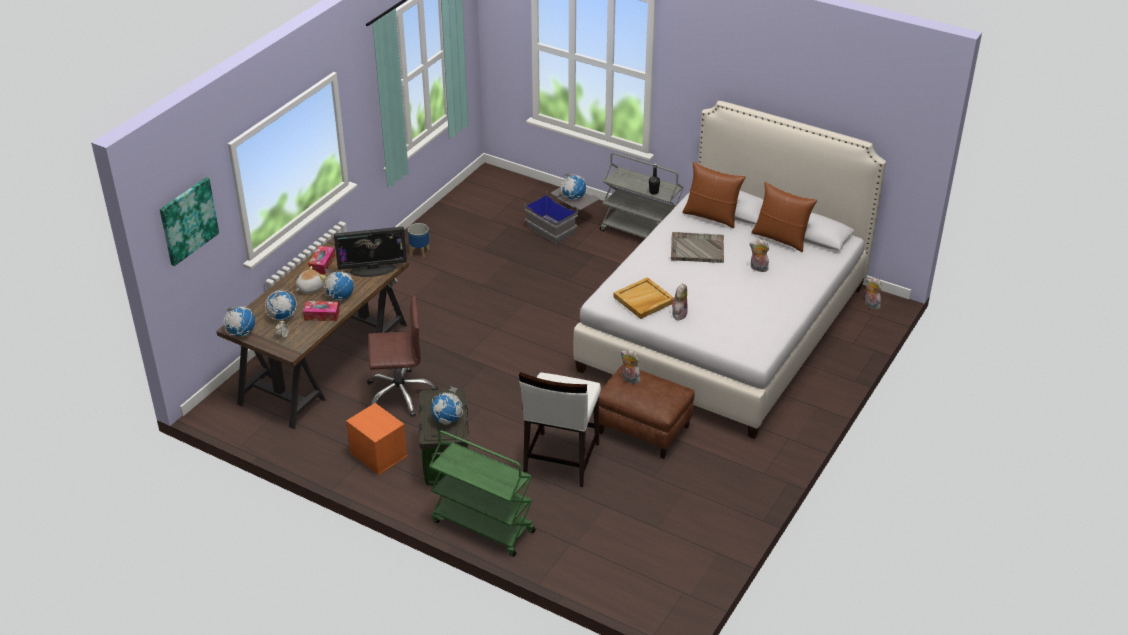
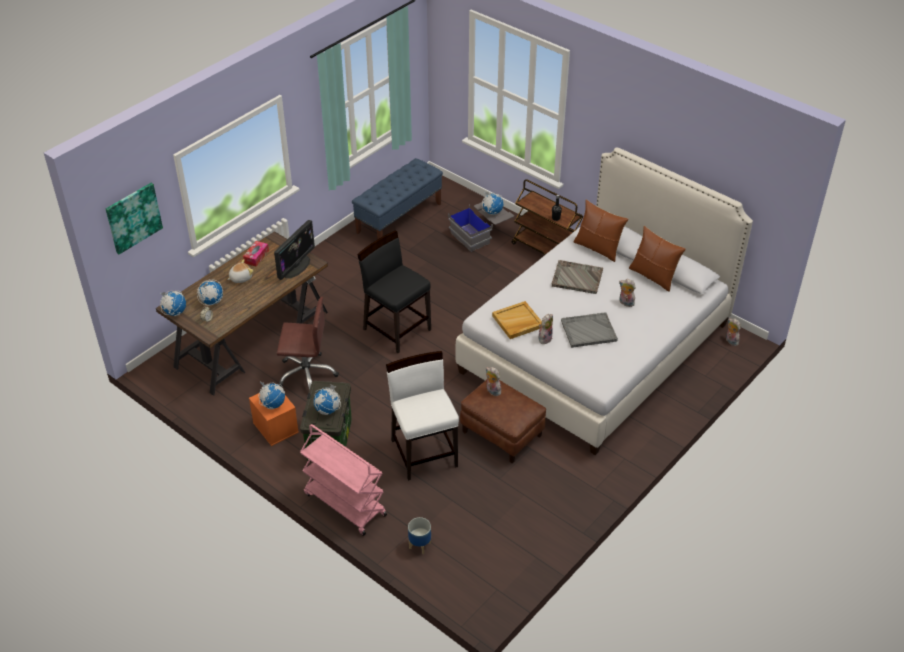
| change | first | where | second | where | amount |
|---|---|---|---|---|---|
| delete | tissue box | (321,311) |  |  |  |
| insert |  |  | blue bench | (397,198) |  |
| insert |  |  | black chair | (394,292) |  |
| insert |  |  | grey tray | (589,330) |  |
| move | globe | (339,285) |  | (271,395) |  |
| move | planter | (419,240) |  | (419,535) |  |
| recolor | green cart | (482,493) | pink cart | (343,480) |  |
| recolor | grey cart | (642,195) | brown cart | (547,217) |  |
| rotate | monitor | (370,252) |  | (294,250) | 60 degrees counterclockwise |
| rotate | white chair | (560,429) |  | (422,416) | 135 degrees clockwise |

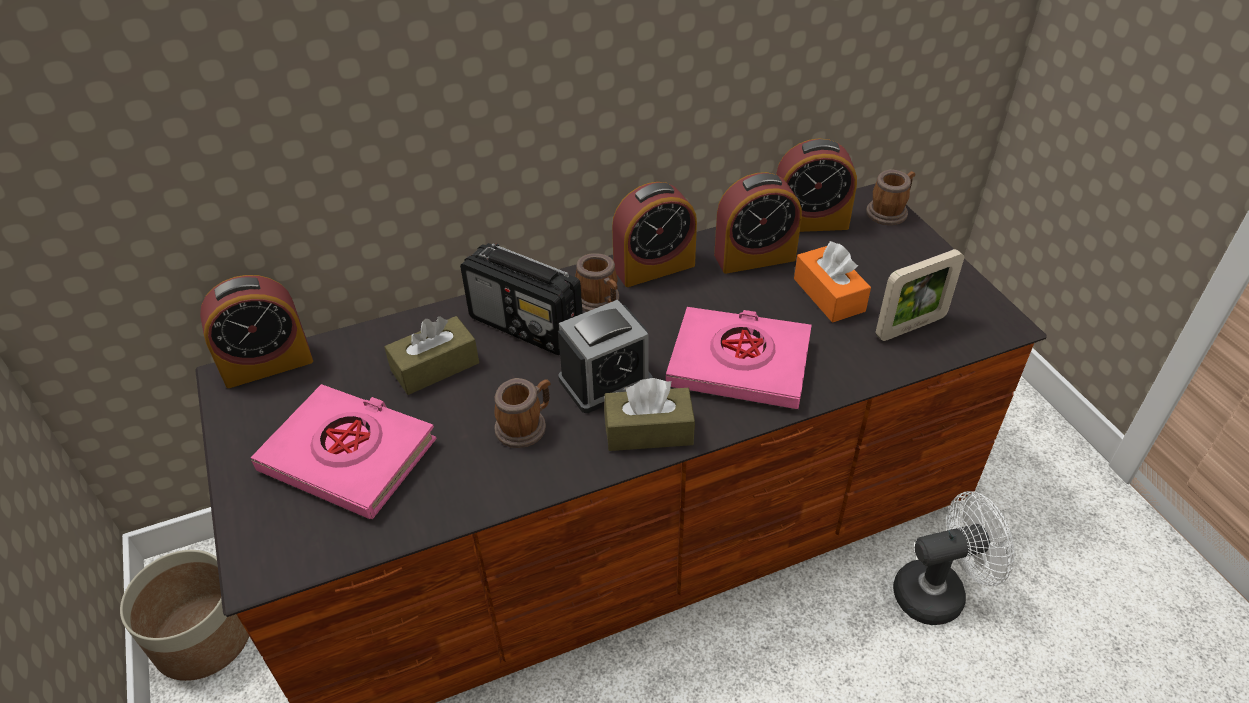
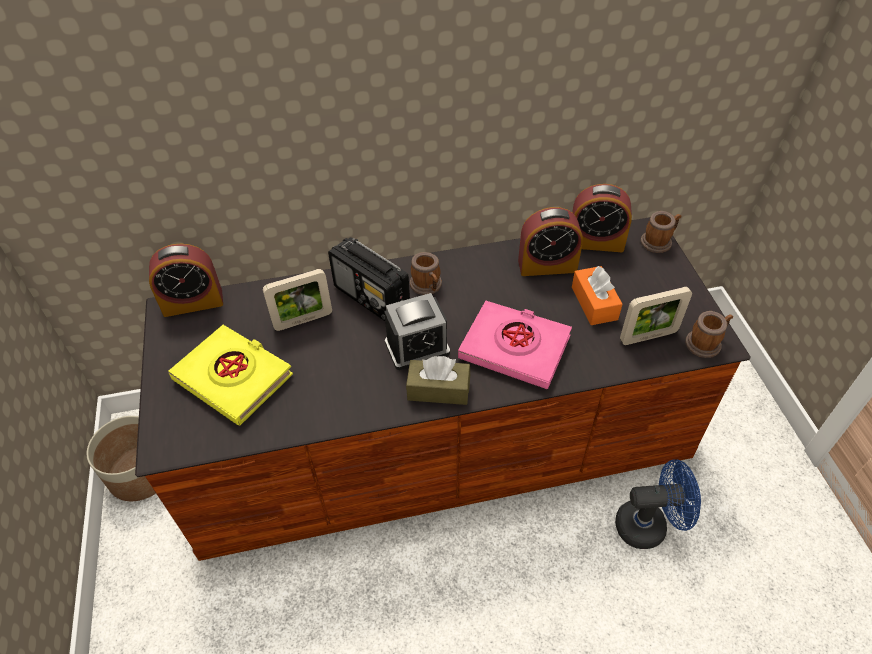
| change | first | where | second | where | amount |
|---|---|---|---|---|---|
| delete | alarm clock | (654,234) |  |  |  |
| move | mug | (522,413) |  | (709,334) |  |
| replace | brown tissue box | (431,355) | picture frame | (297,300) |  |
| recolor | pink book | (344,451) | yellow book | (231,375) |  |
| recolor | white fan | (954,558) | blue fan | (658,504) |  |

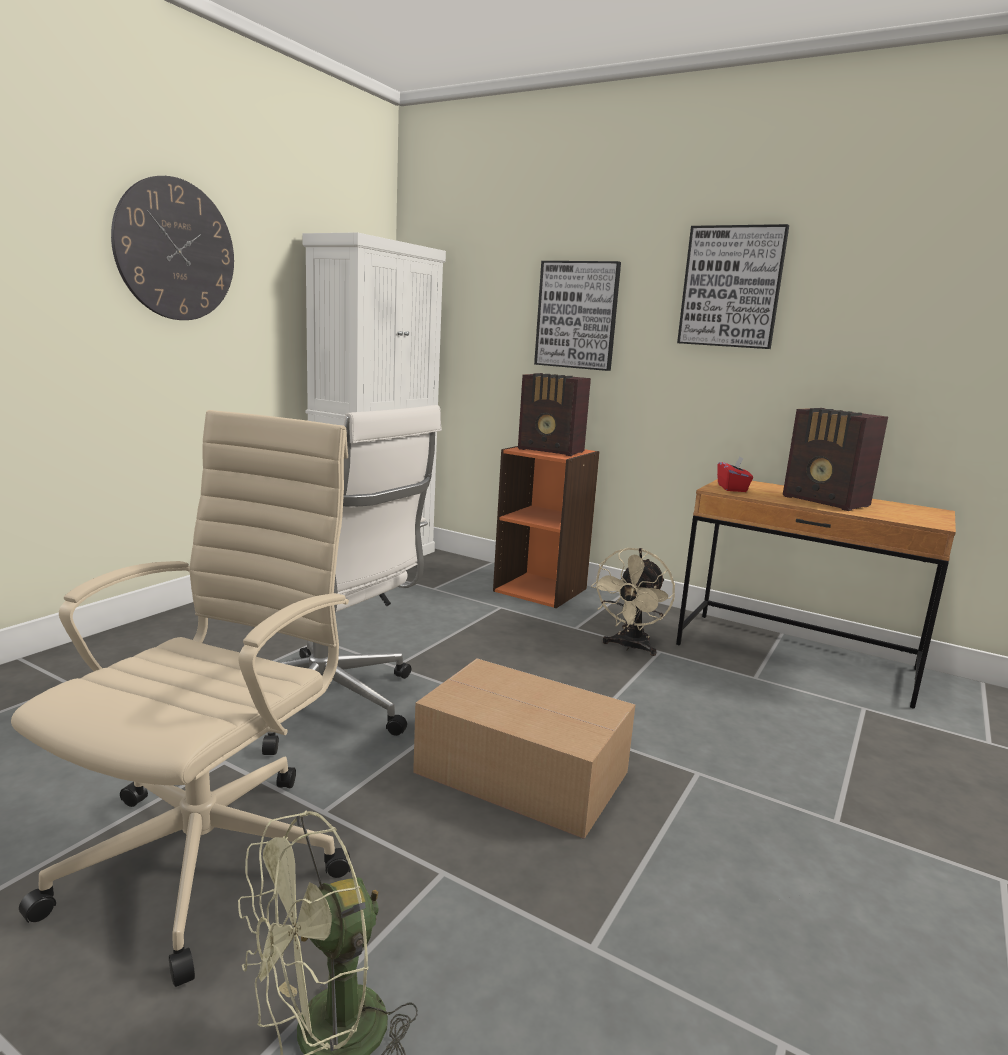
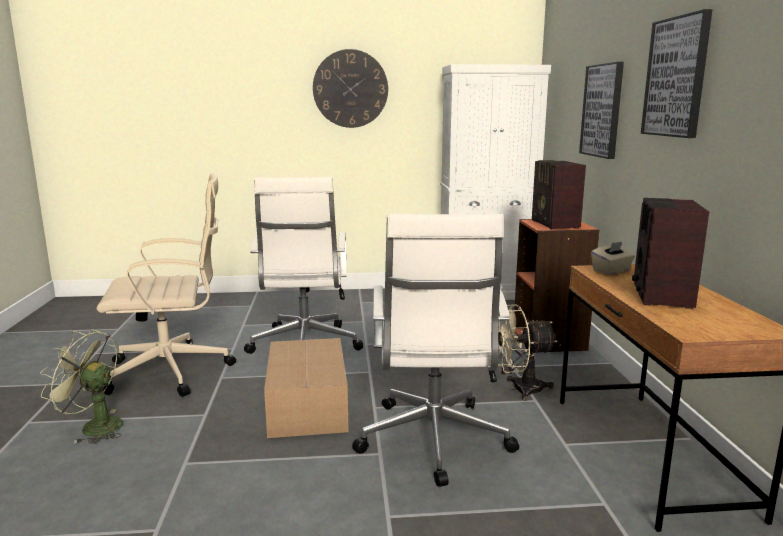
| change | first | where | second | where | amount |
|---|---|---|---|---|---|
| insert |  |  | white office chair | (435,350) |  |
| recolor | red tissue box | (735,474) | beige tissue box | (613,258) |  |

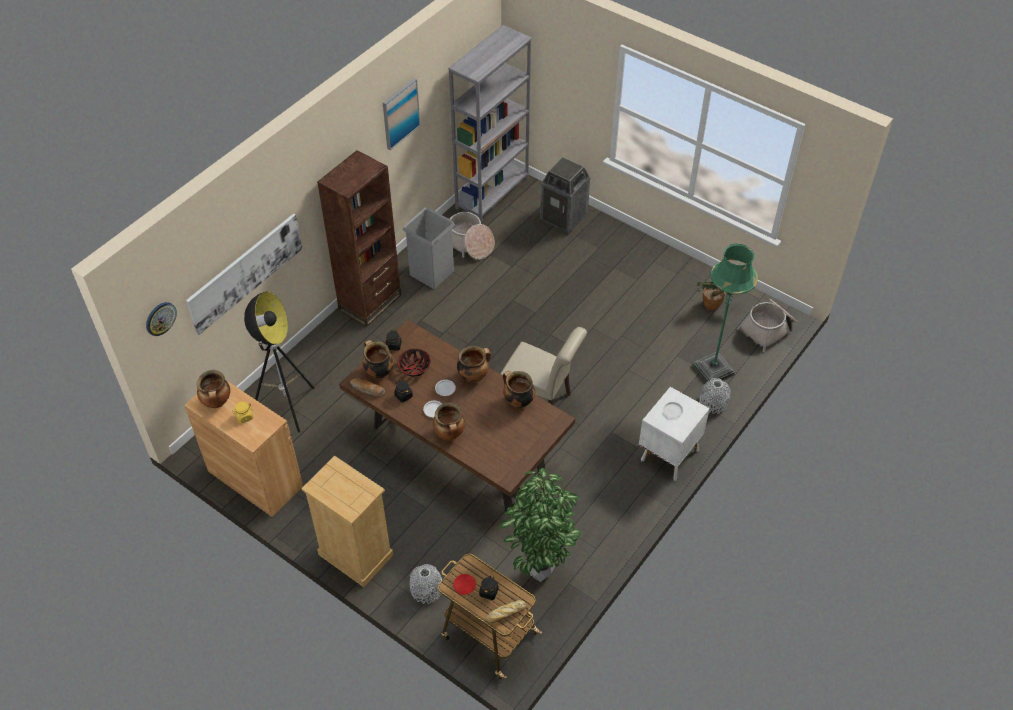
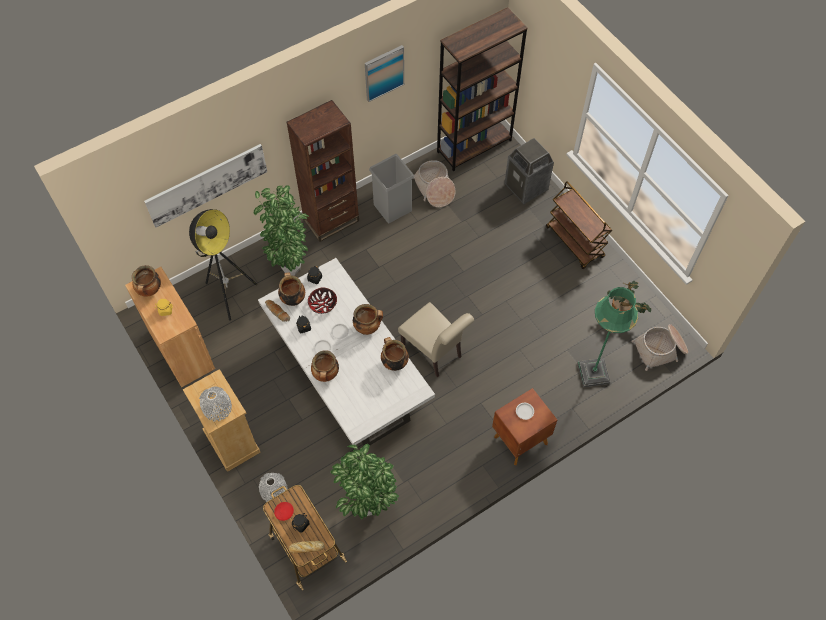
| change | first | where | second | where | amount |
|---|---|---|---|---|---|
| delete | wall clock | (161,319) |  |  |  |
| insert |  |  | potted plant | (281,230) |  |
| insert |  |  | brown cart | (579,225) |  |
| move | grey vase | (715,396) |  | (215,403) |  |
| recolor | brown dining table | (457,417) | white dining table | (346,352) |  |
| recolor | grey bookcase | (490,123) | brown bookcase | (482,89) |  |
| recolor | white nightstand | (674,434) | brown nightstand | (524,426) |  |

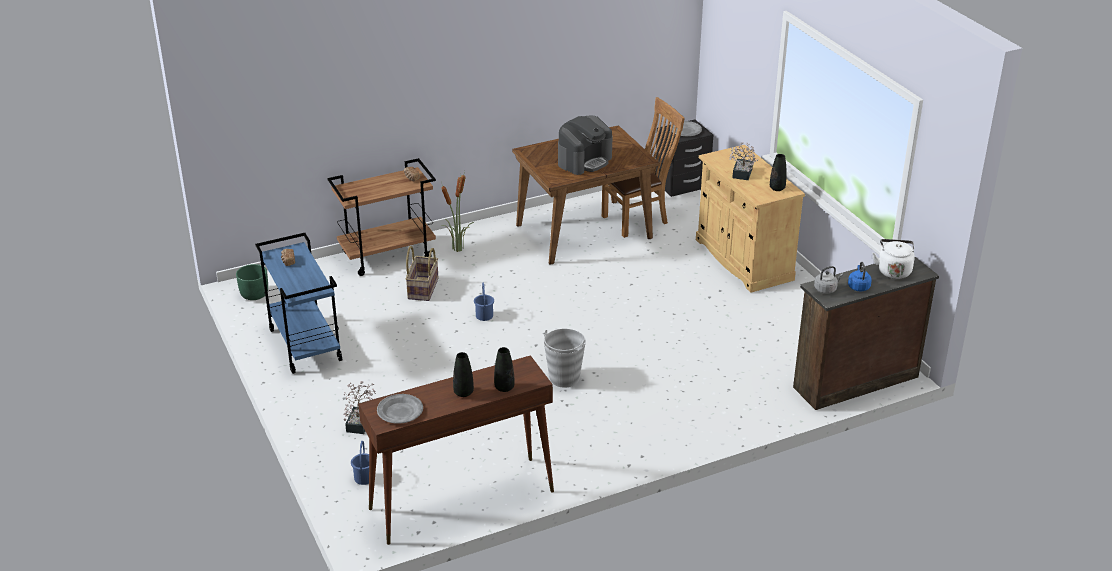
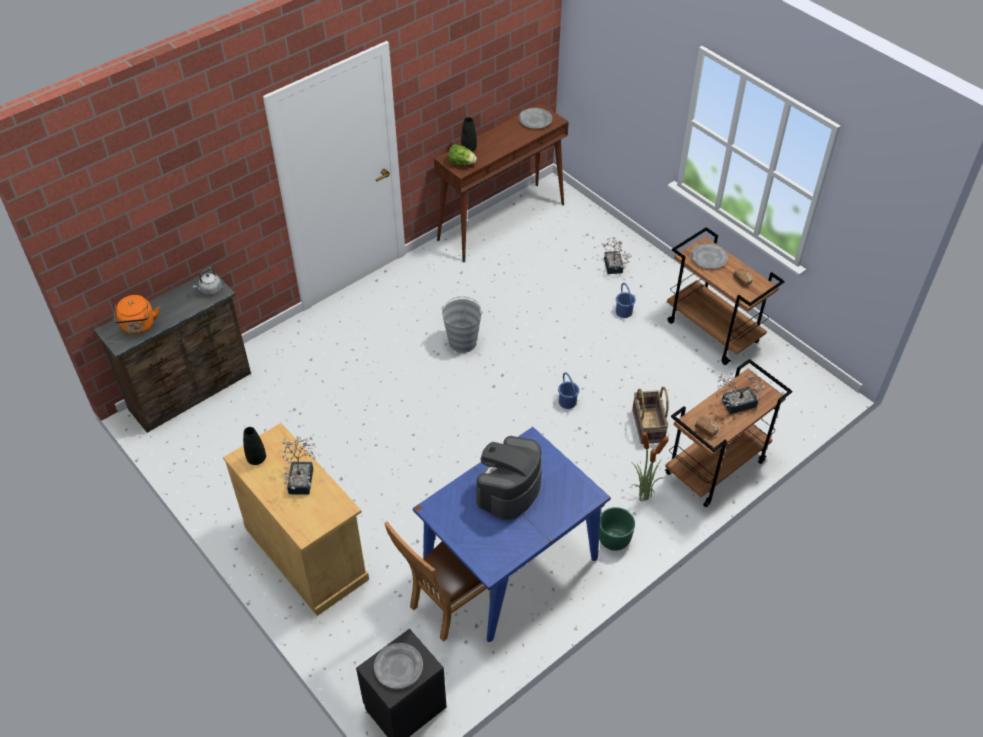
| change | first | where | second | where | amount |
|---|---|---|---|---|---|
| delete | black vase | (463,374) |  |  |  |
| delete | blue kettle | (860,276) |  |  |  |
| insert |  |  | lettuce | (462,154) |  |
| insert |  |  | grey plate | (709,256) |  |
| insert |  |  | potted plant | (740,393) |  |
| move | green planter | (252,282) |  | (617,529) |  |
| move | blue bucket | (360,463) |  | (626,300) |  |
| recolor | blue cart | (298,303) | brown cart | (726,296) |  |
| recolor | brown dining table | (586,195) | blue dining table | (512,534) |  |
| recolor | white kettle | (893,259) | orange kettle | (136,314) |  |

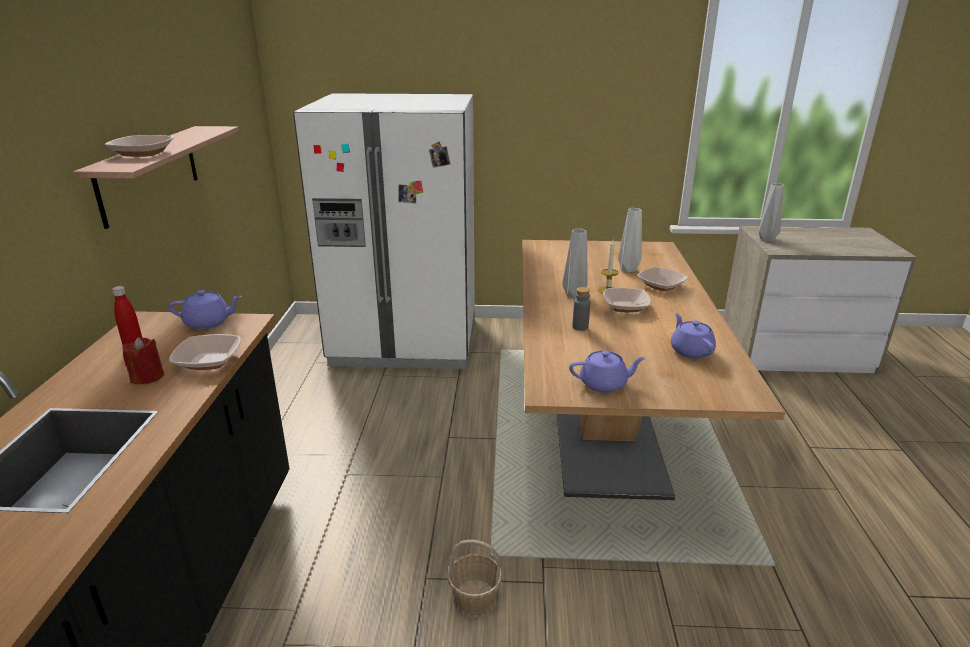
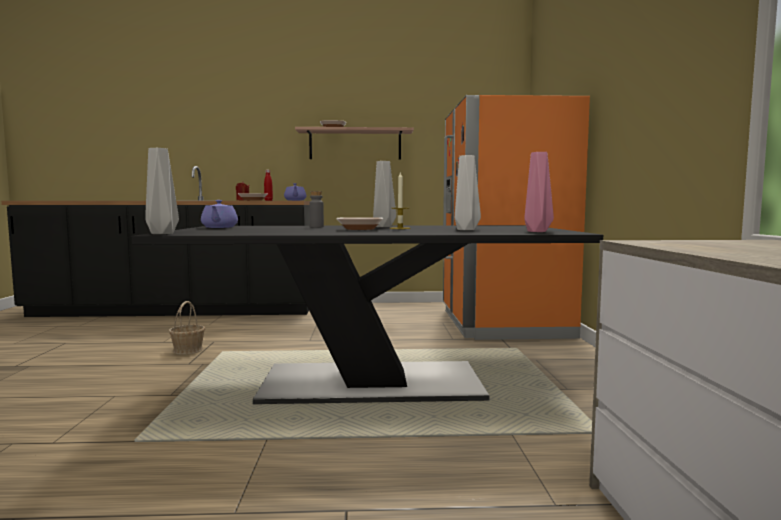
| change | first | where | second | where | amount |
|---|---|---|---|---|---|
| delete | bowl | (662,279) |  |  |  |
| delete | purple teapot | (693,336) |  |  |  |
| insert |  |  | pink vase | (539,192) |  |
| move | grey vase | (771,212) |  | (162,191) |  |
| recolor | white fridge | (384,231) | orange fridge | (516,217) |  |
| recolor | beige dining table | (653,370) | black dining table | (367,314) |  |

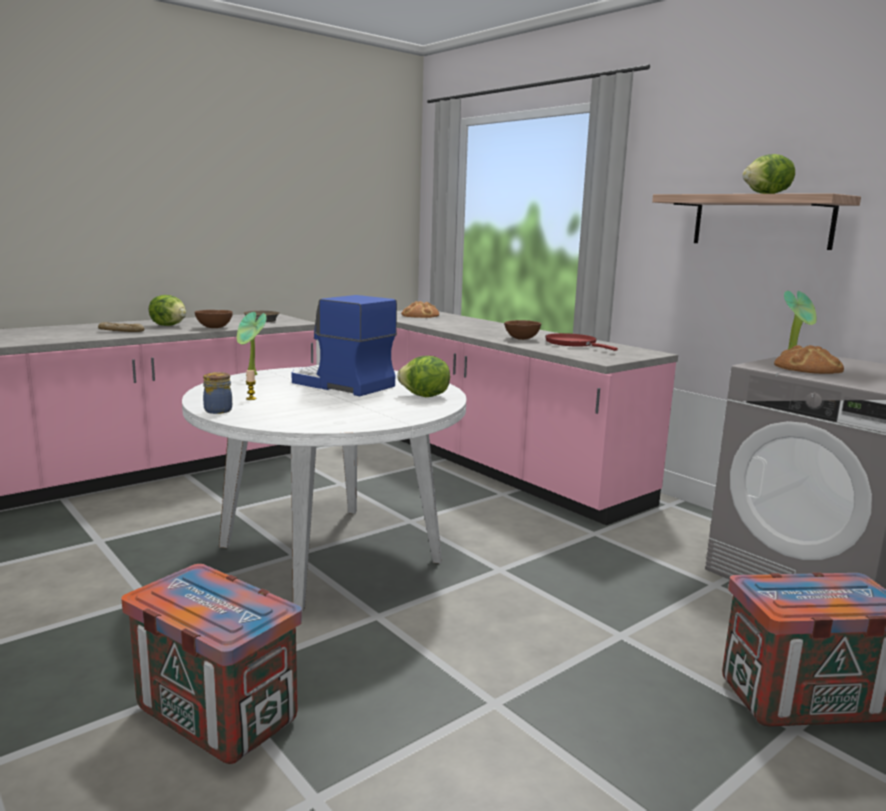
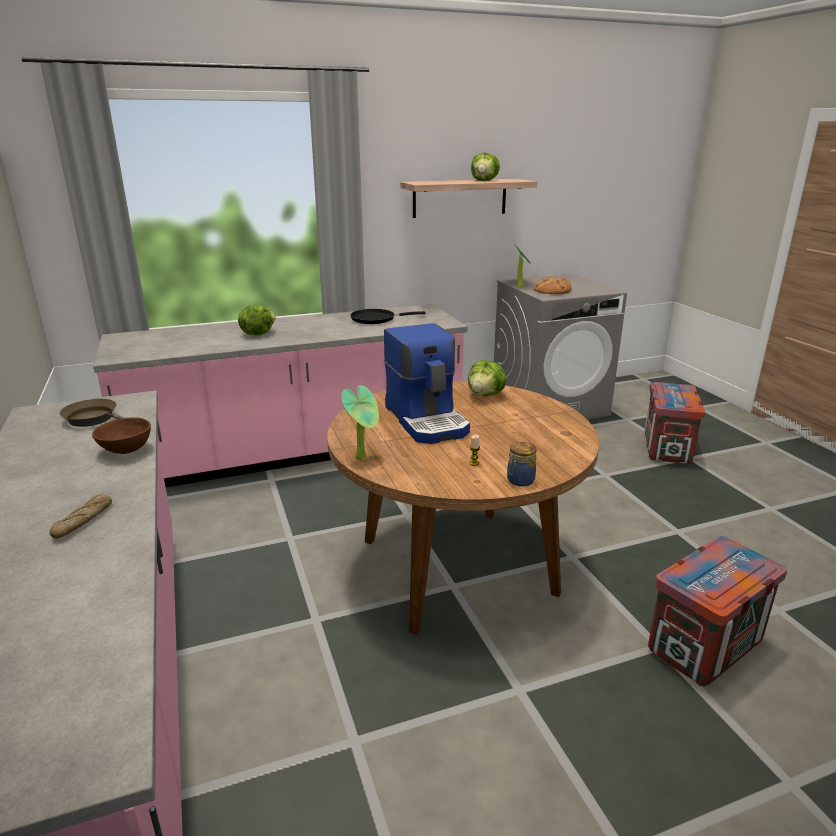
| change | first | where | second | where | amount |
|---|---|---|---|---|---|
| delete | bread | (420,309) |  |  |  |
| delete | brown bowl | (522,330) |  |  |  |
| move | lettuce | (167,310) |  | (257,320) |  |
| recolor | white dining table | (324,489) | brown dining table | (463,508) |  |
| recolor | red frying pan | (581,342) | black frying pan | (388,316) |  |
| rotate | coffee machine | (344,345) |  | (427,383) | 75 degrees counterclockwise |

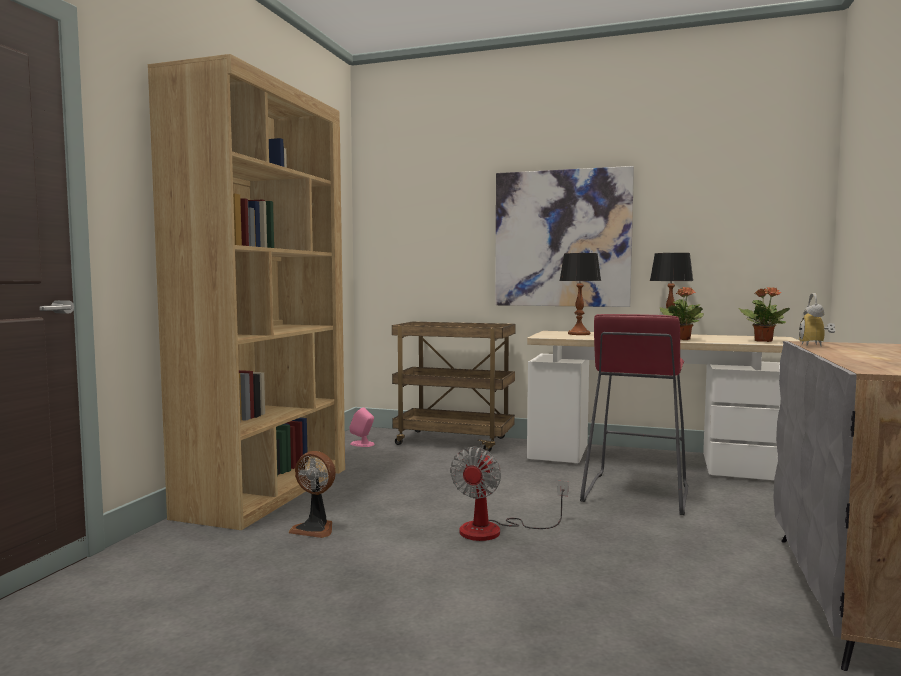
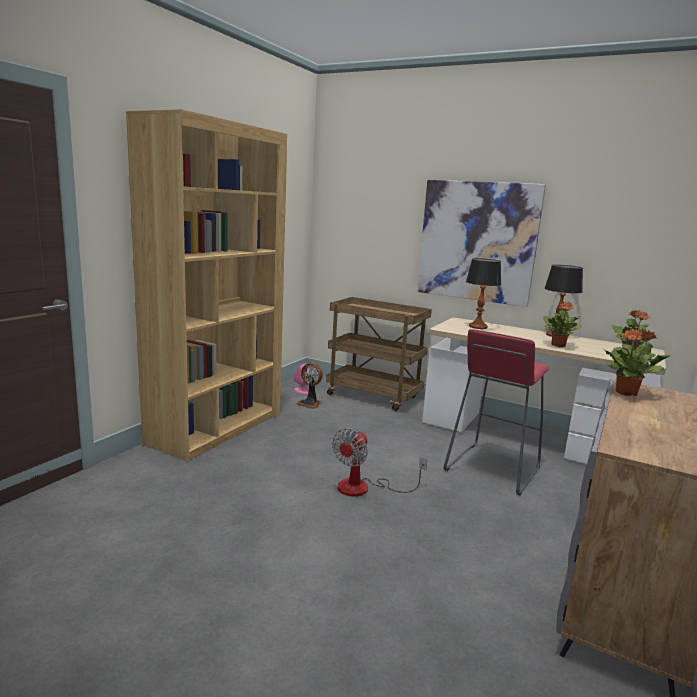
| change | first | where | second | where | amount |
|---|---|---|---|---|---|
| move | fan | (312,494) |  | (309,385) |  |
| replace | alarm clock | (817,320) | potted plant | (637,362) |  |

